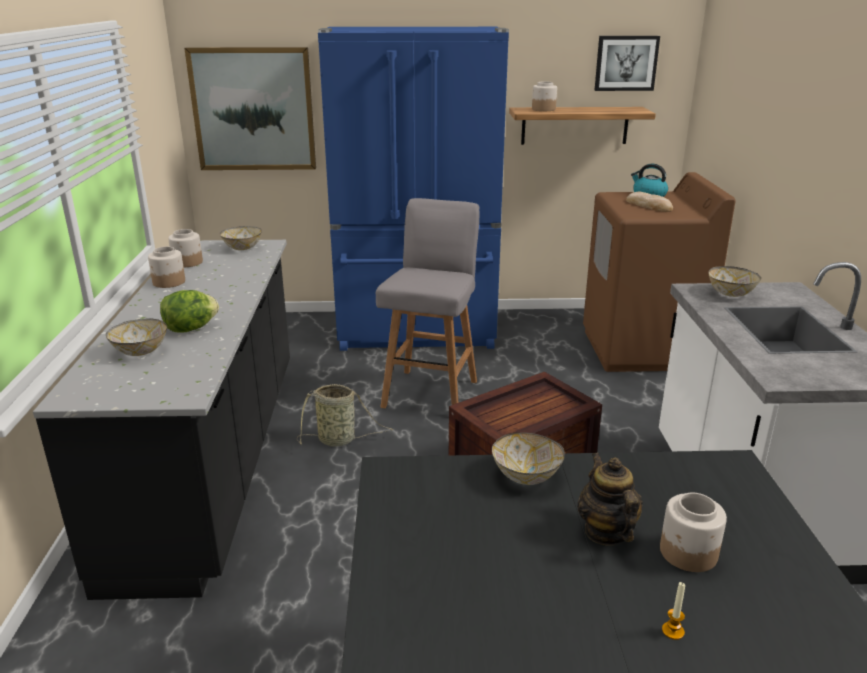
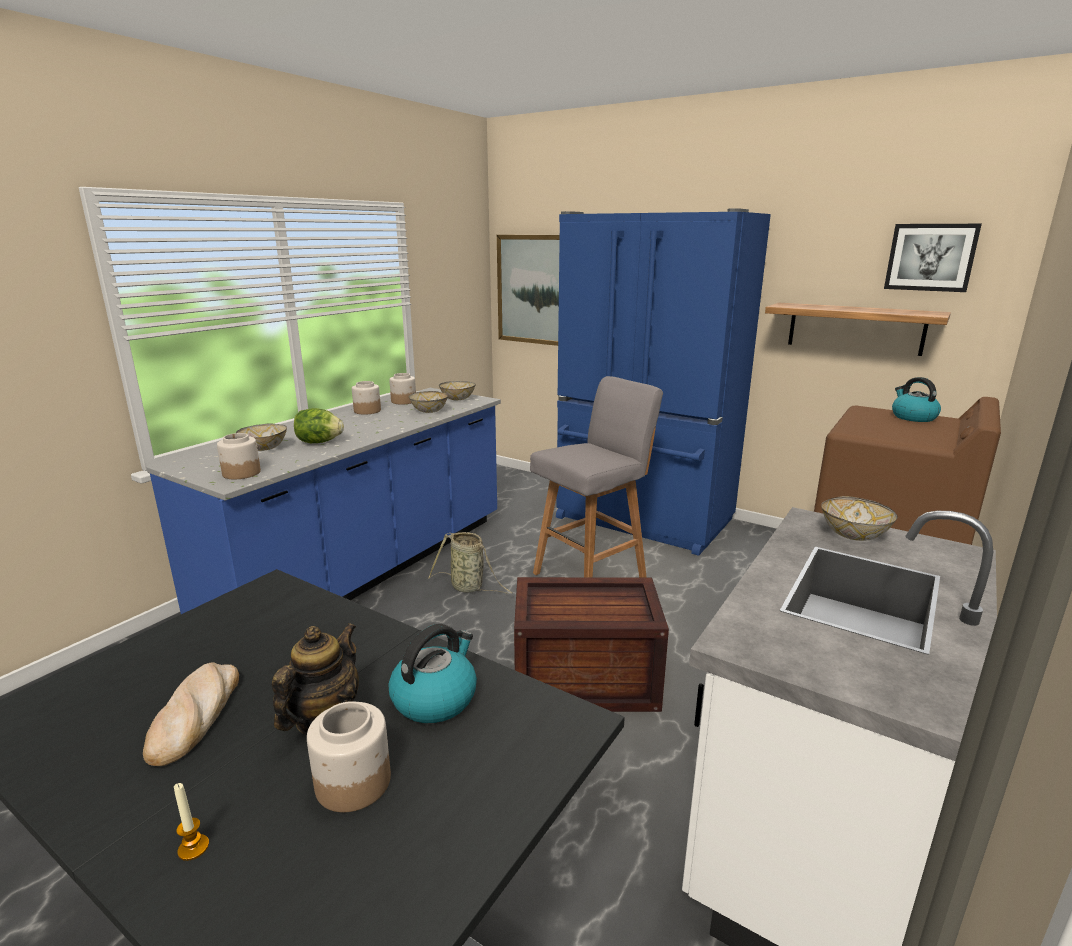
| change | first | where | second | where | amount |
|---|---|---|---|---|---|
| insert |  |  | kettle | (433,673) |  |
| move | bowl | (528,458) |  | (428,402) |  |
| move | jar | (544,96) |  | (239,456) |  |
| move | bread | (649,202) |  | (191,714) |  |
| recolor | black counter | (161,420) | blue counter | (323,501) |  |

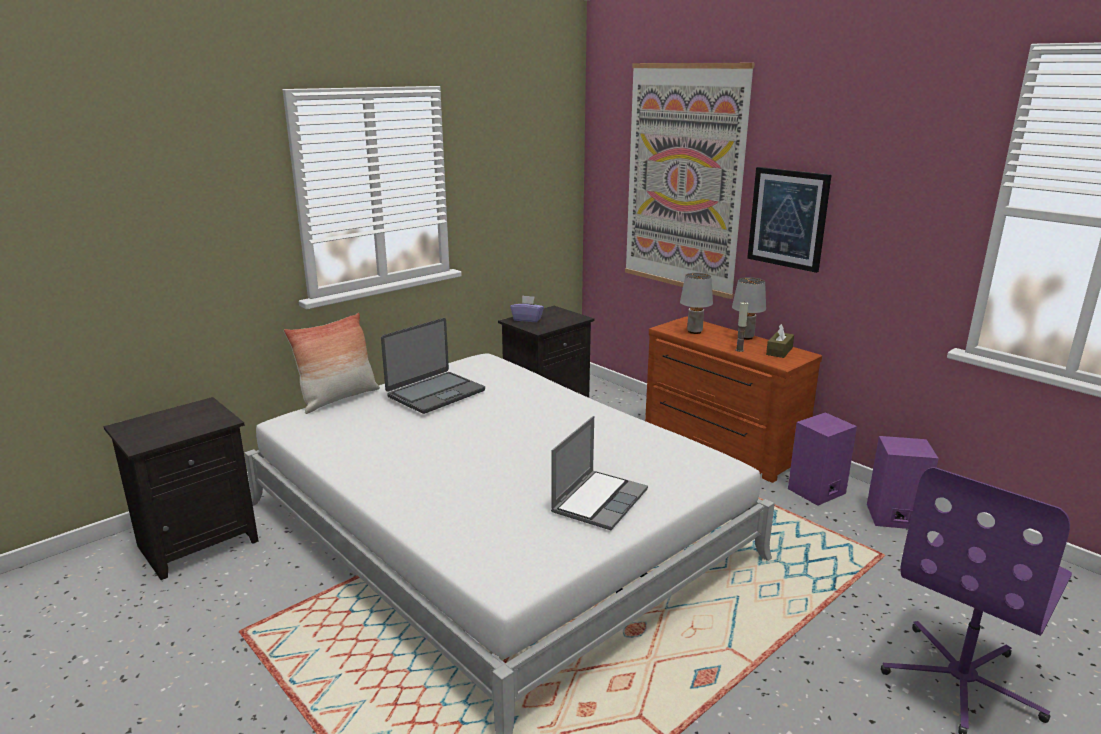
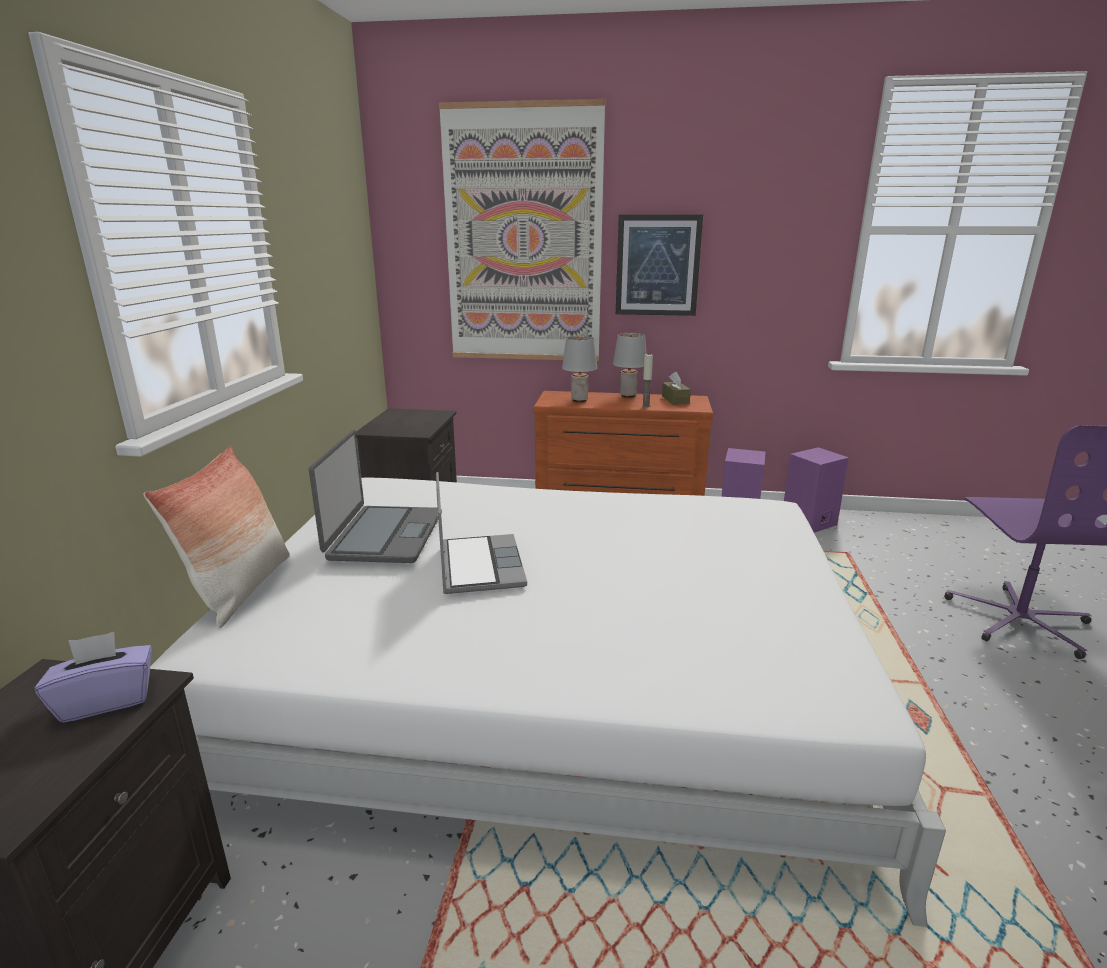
| change | first | where | second | where | amount |
|---|---|---|---|---|---|
| move | purple tissue box | (527,308) |  | (93,677) |  |
| move | laptop | (599,473) |  | (481,533) |  |

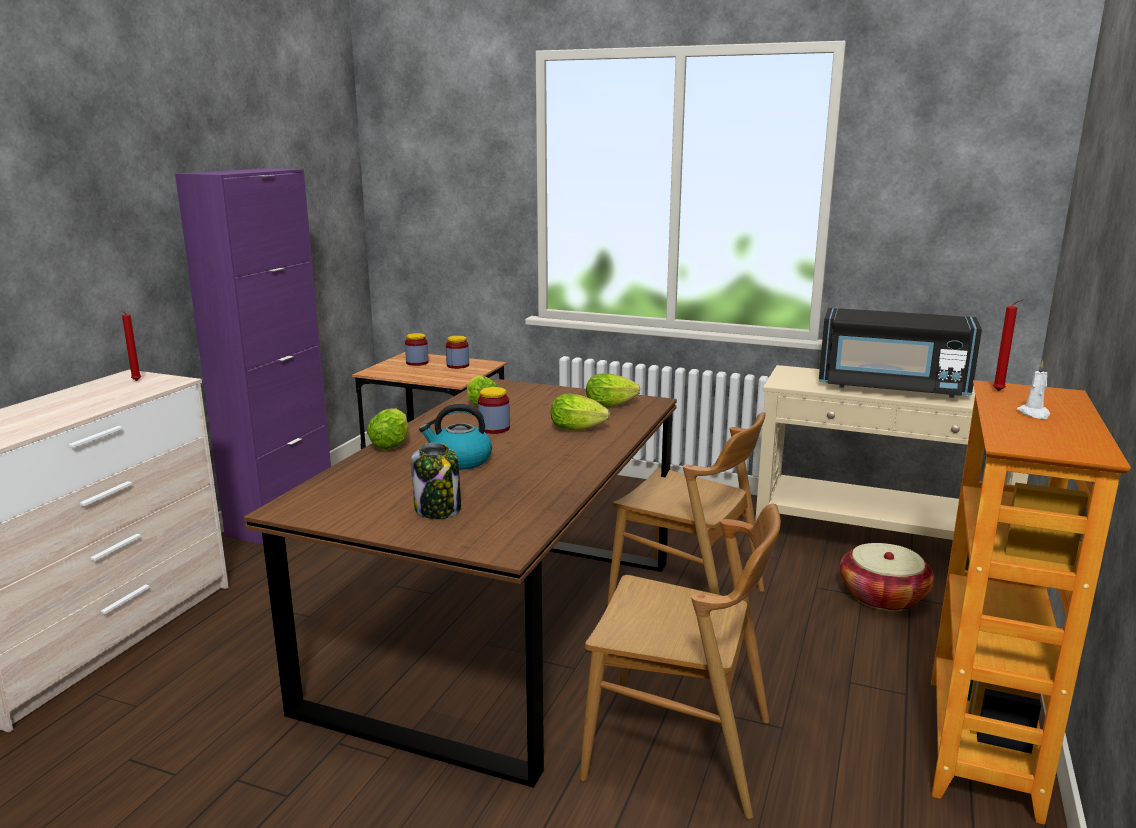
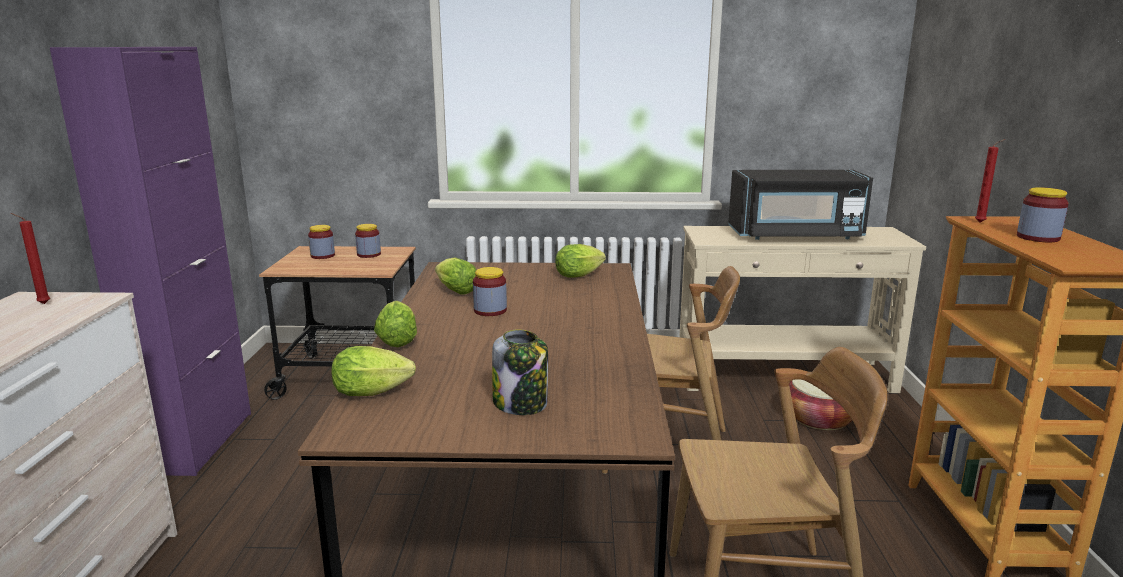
| change | first | where | second | where | amount |
|---|---|---|---|---|---|
| delete | kettle | (455,437) |  |  |  |
| move | lettuce | (580,412) |  | (374,371) |  |
| replace | white candle | (1033,390) | jar | (1043,214) |  |

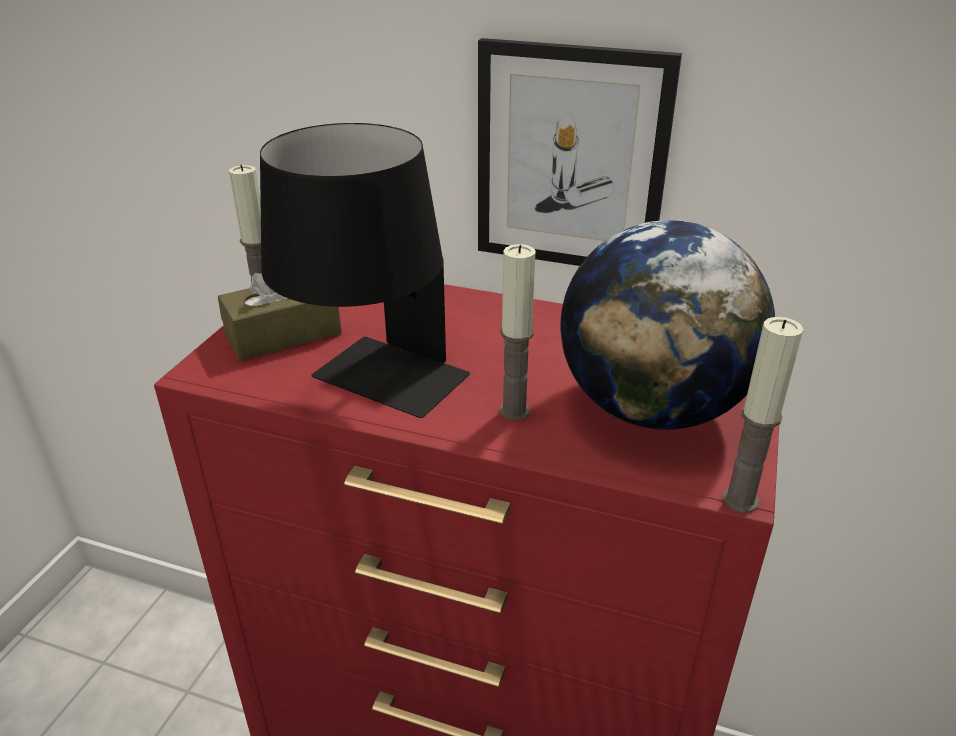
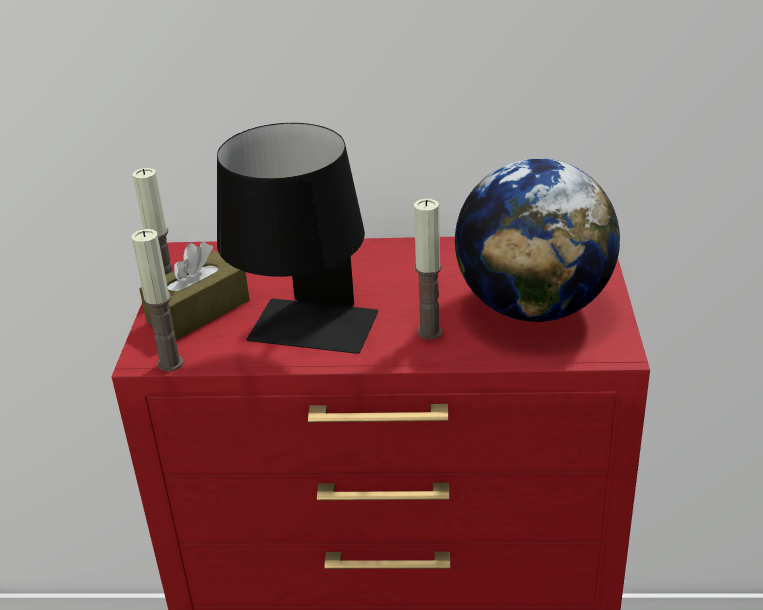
| change | first | where | second | where | amount |
|---|---|---|---|---|---|
| delete | picture | (580,152) |  |  |  |
| move | candle | (763,415) |  | (157,300) |  |

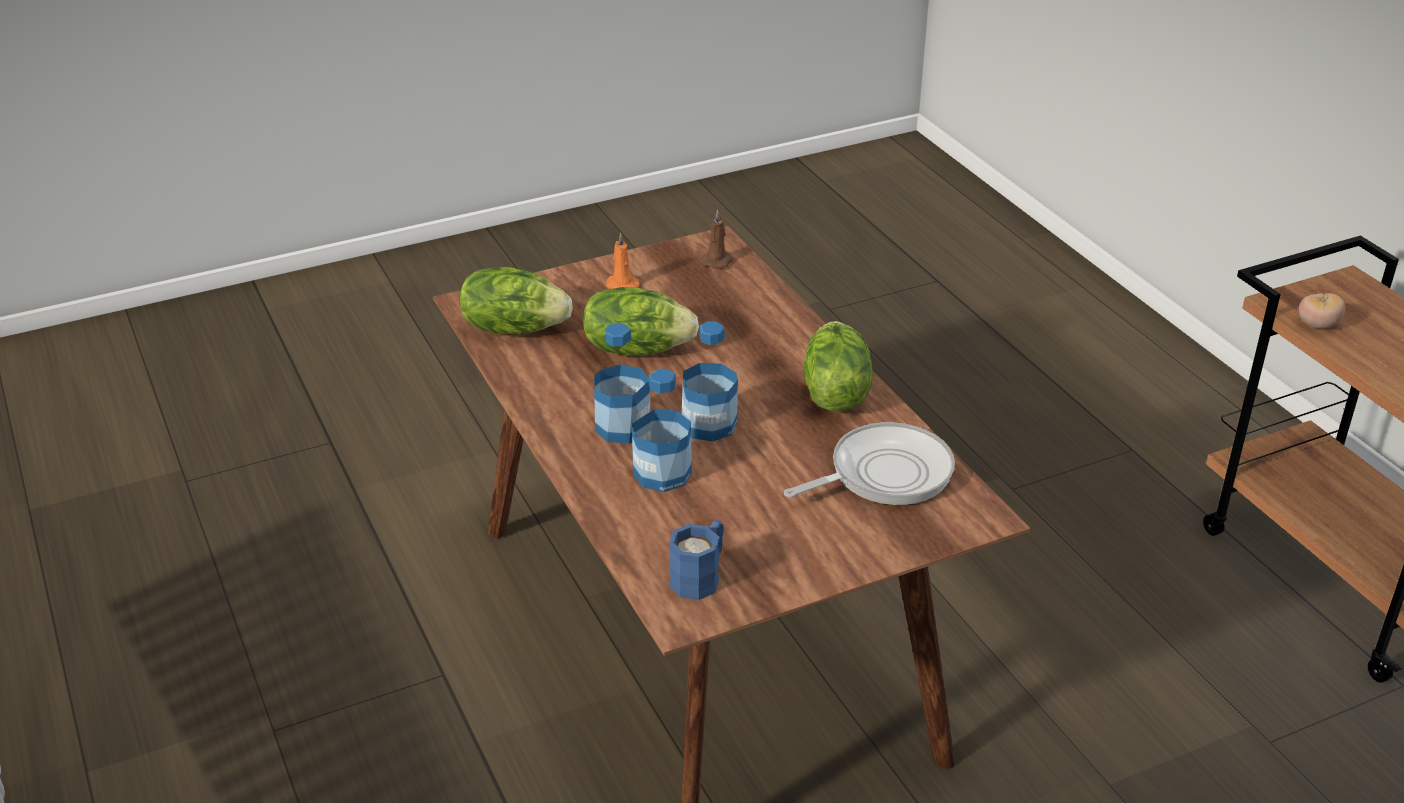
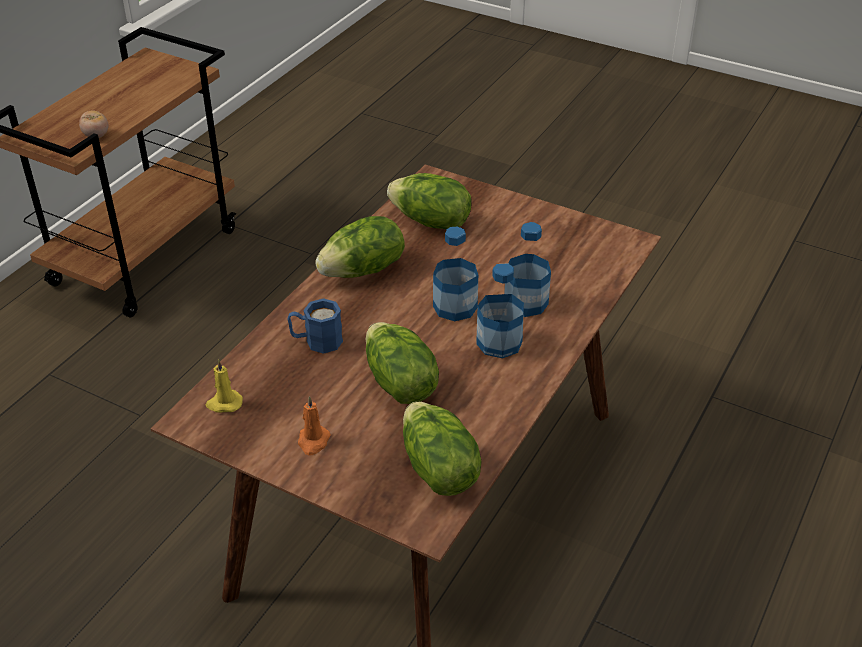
| change | first | where | second | where | amount |
|---|---|---|---|---|---|
| move | blue mug | (696,560) |  | (315,326) |  |
| replace | frying pan | (869,463) | lettuce | (429,201) |  |
| recolor | brown candle | (716,239) | yellow candle | (224,386) |  |

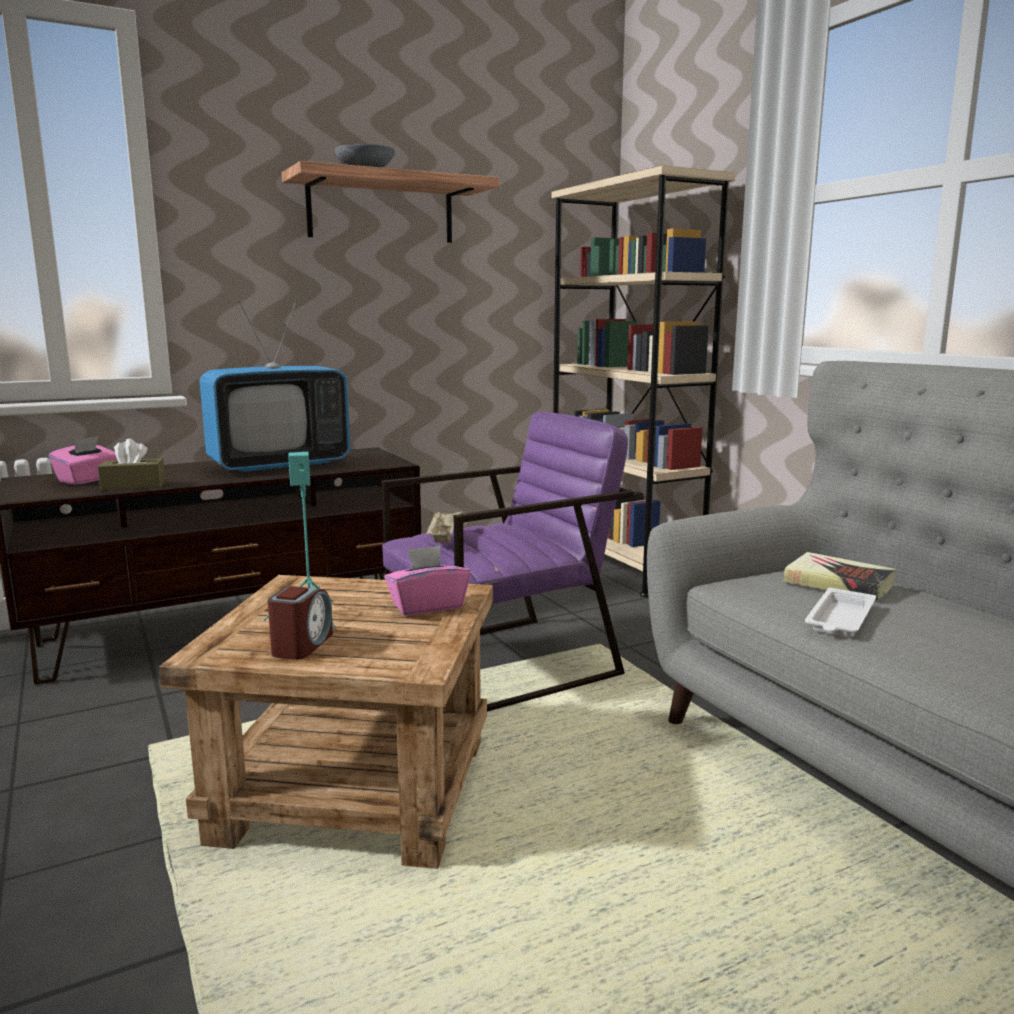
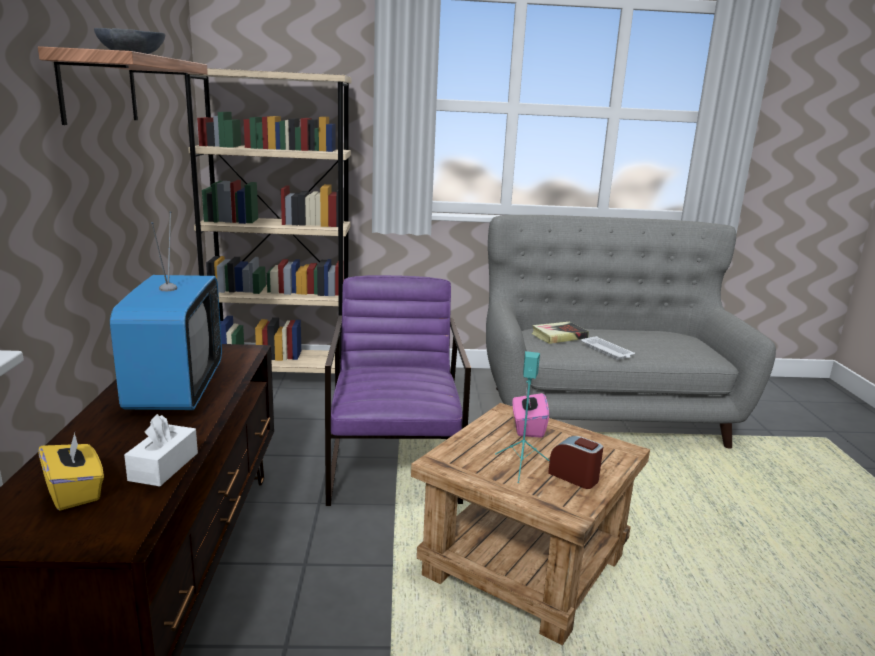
| change | first | where | second | where | amount |
|---|---|---|---|---|---|
| delete | beige tray | (444,526) |  |  |  |
| recolor | pink tissue box | (83,460) | yellow tissue box | (71,472) |  |
| recolor | brown tissue box | (131,465) | white tissue box | (161,450) |  |

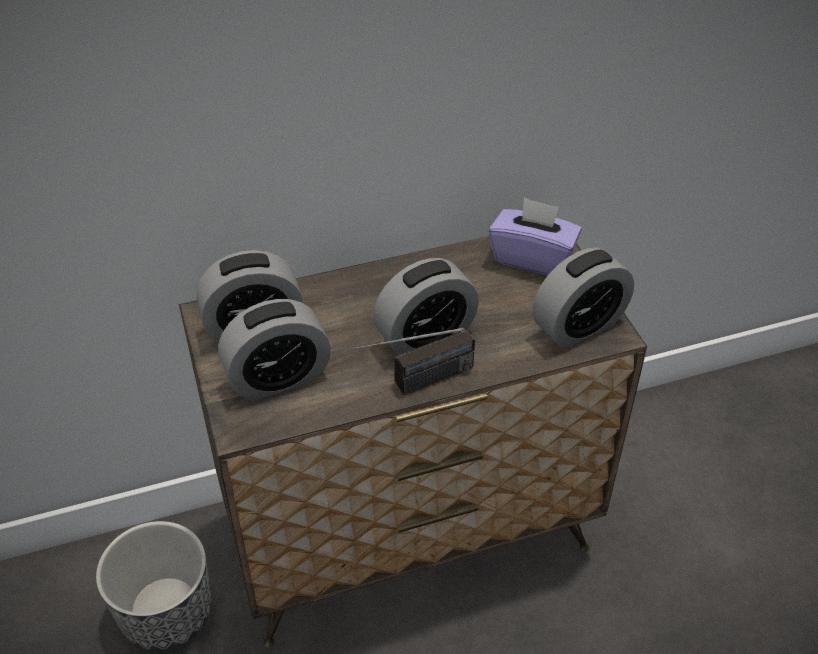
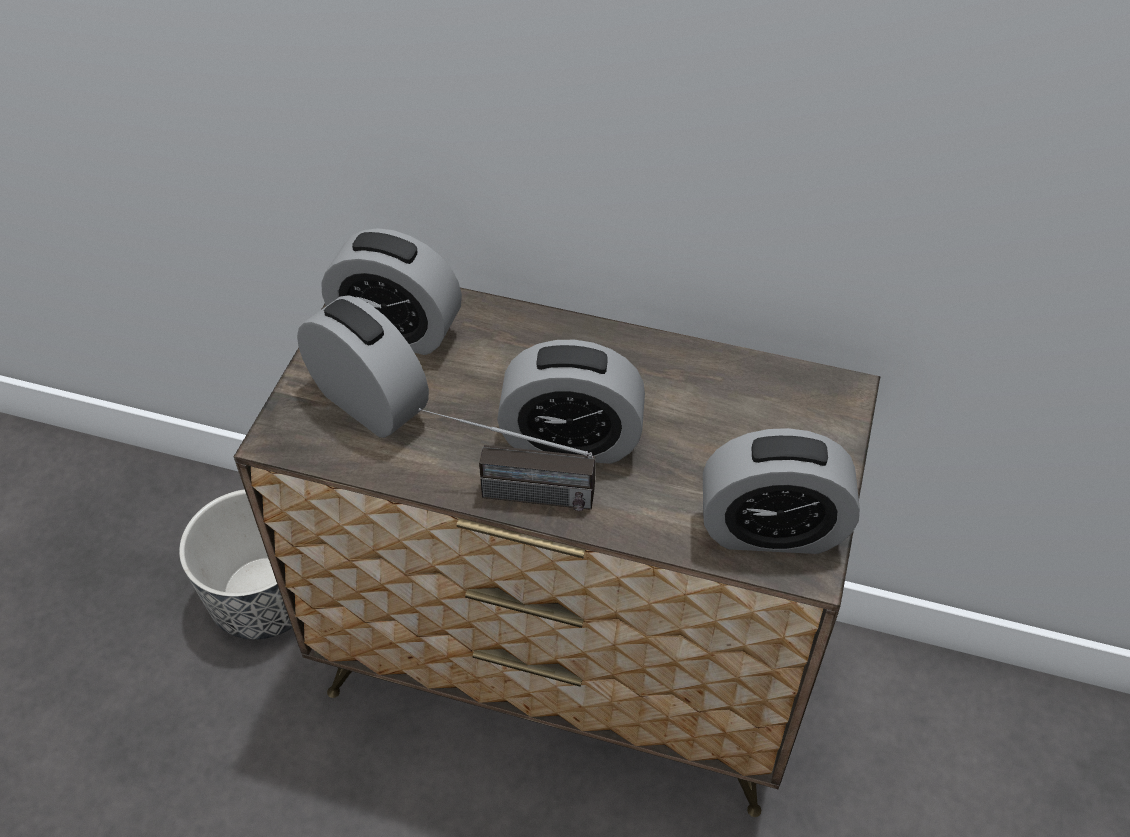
| change | first | where | second | where | amount |
|---|---|---|---|---|---|
| delete | purple tissue box | (535,237) |  |  |  |
| rotate | alarm clock | (274,350) |  | (363,366) | 150 degrees counterclockwise |

